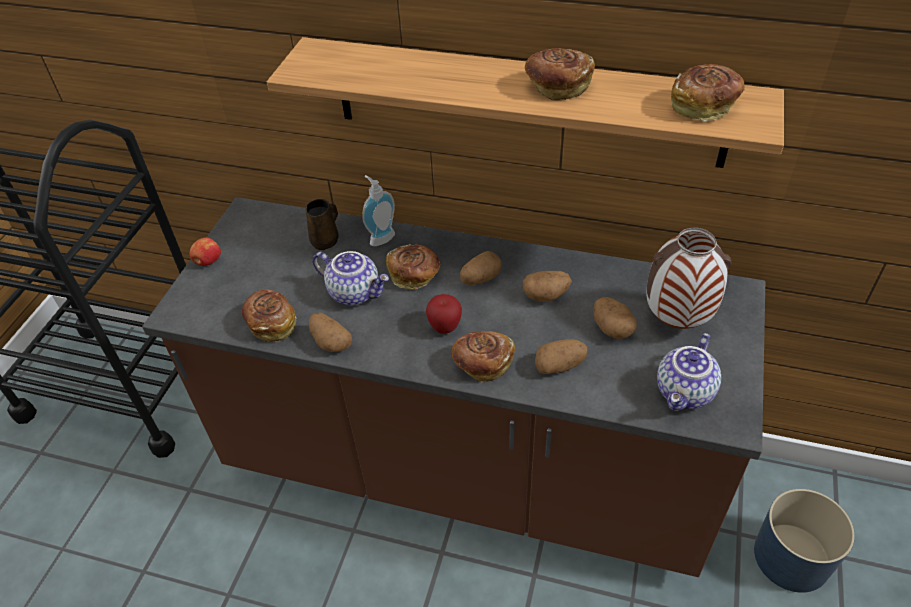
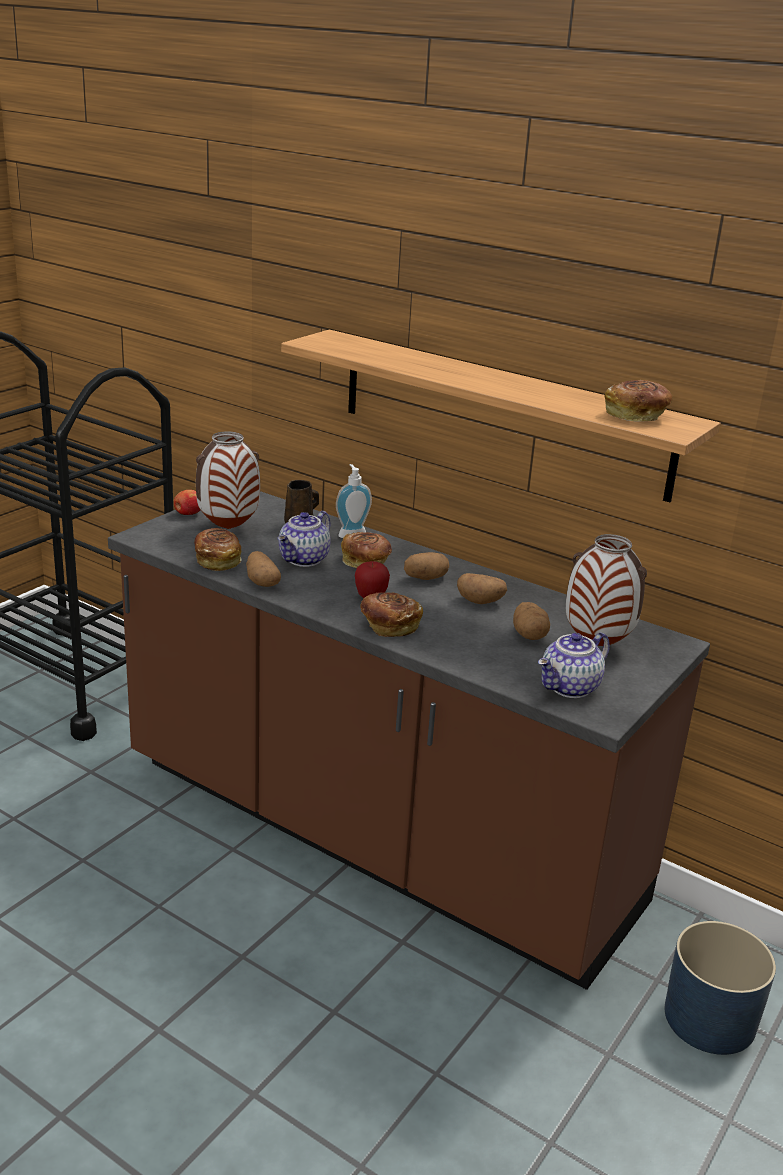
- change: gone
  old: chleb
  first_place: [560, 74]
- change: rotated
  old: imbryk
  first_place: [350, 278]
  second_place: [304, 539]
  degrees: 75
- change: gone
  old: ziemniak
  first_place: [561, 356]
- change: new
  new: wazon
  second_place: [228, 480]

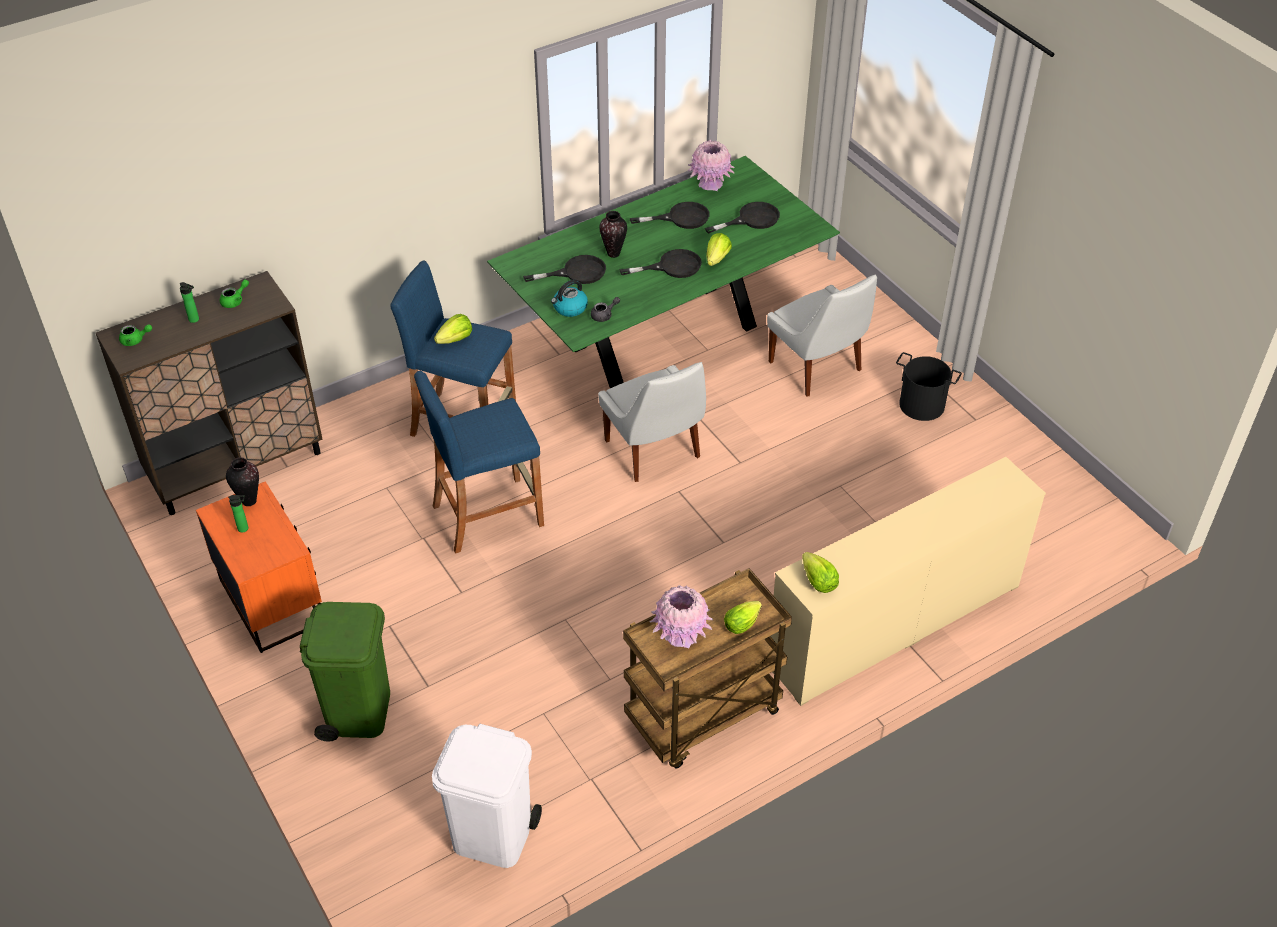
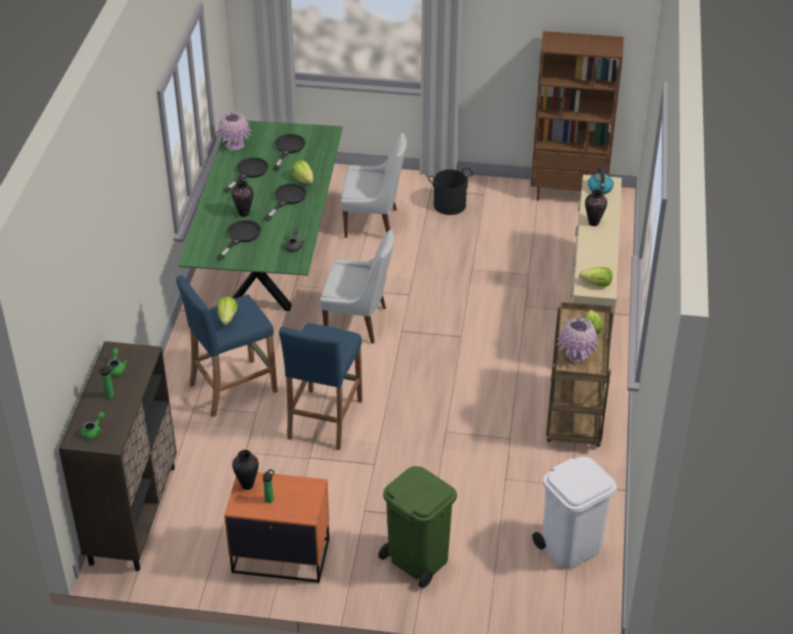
- change: shifted
  old: czajnik
  first_place: [569, 298]
  second_place: [601, 180]
- change: new
  new: regał [brązowy]
  second_place: [577, 116]
- change: new
  new: wazon
  second_place: [596, 207]

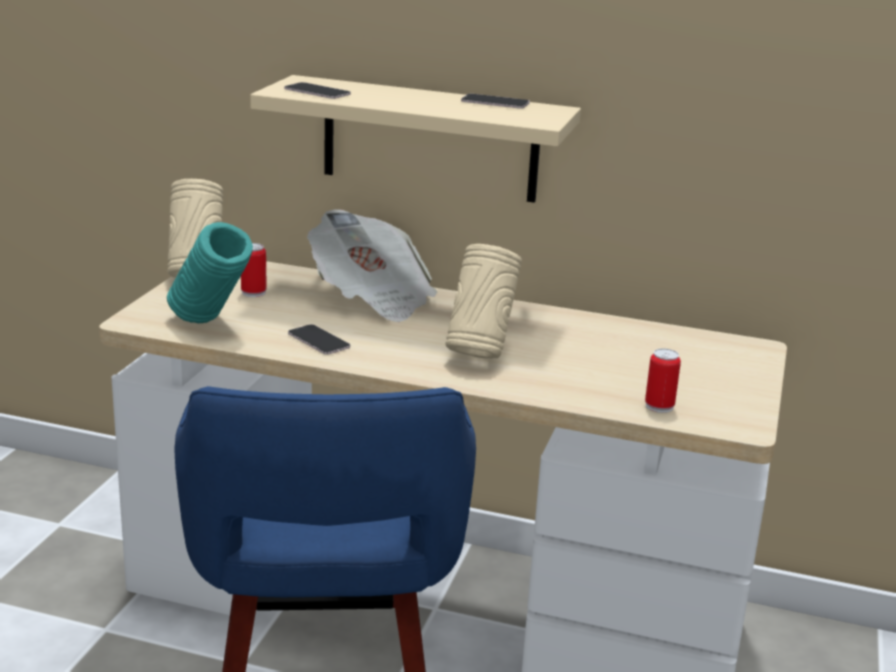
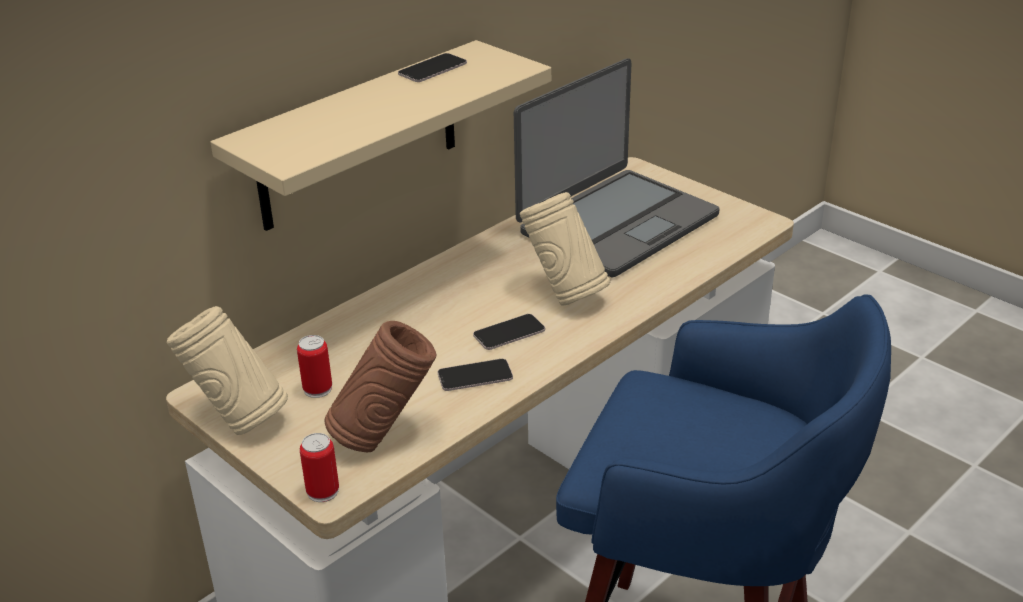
- change: shifted
  old: telefon
  first_place: [317, 90]
  second_place: [509, 332]
- change: gone
  old: gazeta
  first_place: [372, 265]
- change: repainted
  old: wazon [turkusowy]
  new: wazon [brązowy]
  first_place: [210, 272]
  second_place: [380, 386]
- change: shifted
  old: puszka
  first_place: [663, 380]
  second_place: [319, 467]
- change: new
  new: laptop
  second_place: [617, 168]

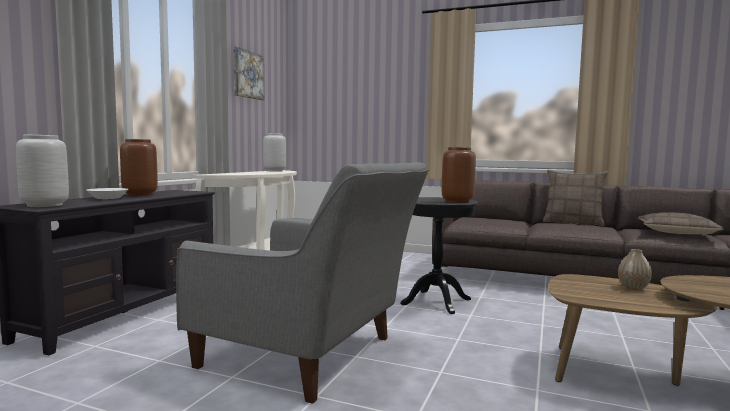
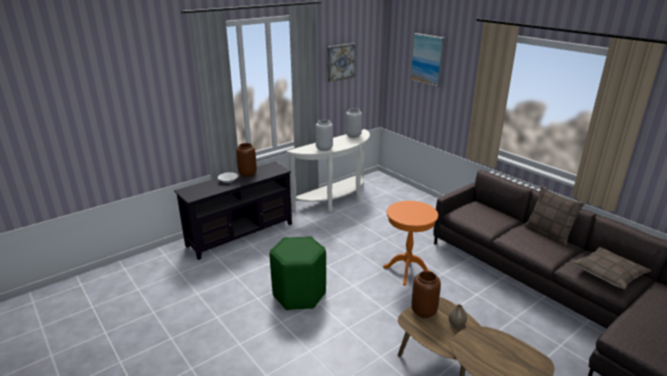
- change: shifted
  old: wazon [szary]
  first_place: [42, 171]
  second_place: [324, 135]
- change: shifted
  old: wazon [brązowy]
  first_place: [459, 175]
  second_place: [426, 294]
- change: swapped
  old: fotel [szary]
  new: stołek [zielony]
  first_place: [302, 283]
  second_place: [298, 273]
- change: repainted
  old: stolik [czarny]
  new: stolik [pomarańczowy]
  first_place: [439, 255]
  second_place: [410, 243]
- change: new
  new: obraz
  second_place: [427, 60]

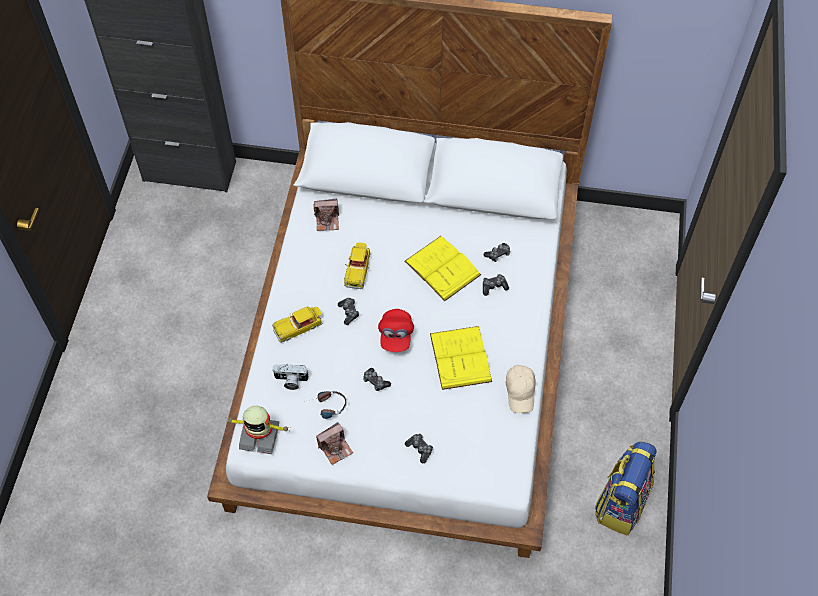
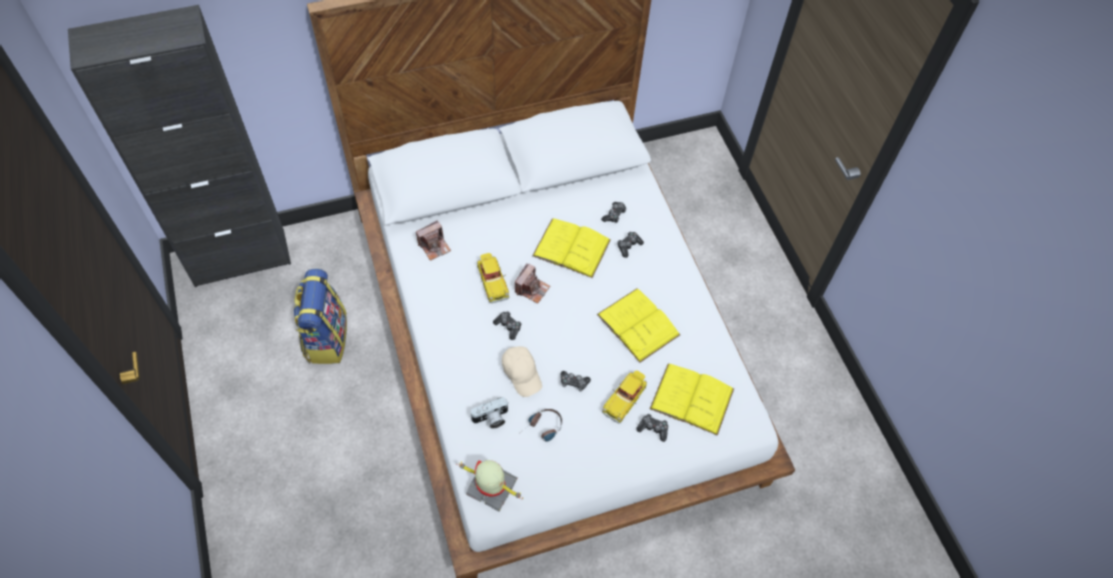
- change: shifted
  old: samochodzik
  first_place: [297, 325]
  second_place: [624, 397]
- change: gone
  old: czapka z daszkiem [czerwony]
  first_place: [396, 330]
- change: shifted
  old: czapka z daszkiem [beżowy]
  first_place: [521, 389]
  second_place: [522, 371]
- change: rotated
  old: robot zabawkowy
  first_place: [257, 430]
  second_place: [489, 485]
  degrees: -135
- change: shifted
  old: aparat fotograficzny
  first_place: [334, 443]
  second_place: [532, 283]
- change: shifted
  old: plecak
  first_place: [626, 488]
  second_place: [320, 316]
- change: new
  new: książka [żółty]
  second_place: [692, 400]

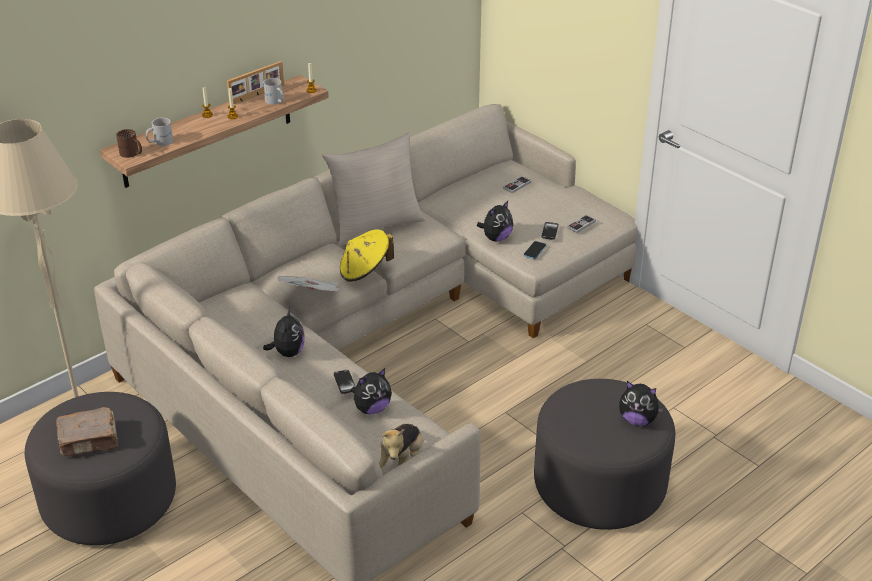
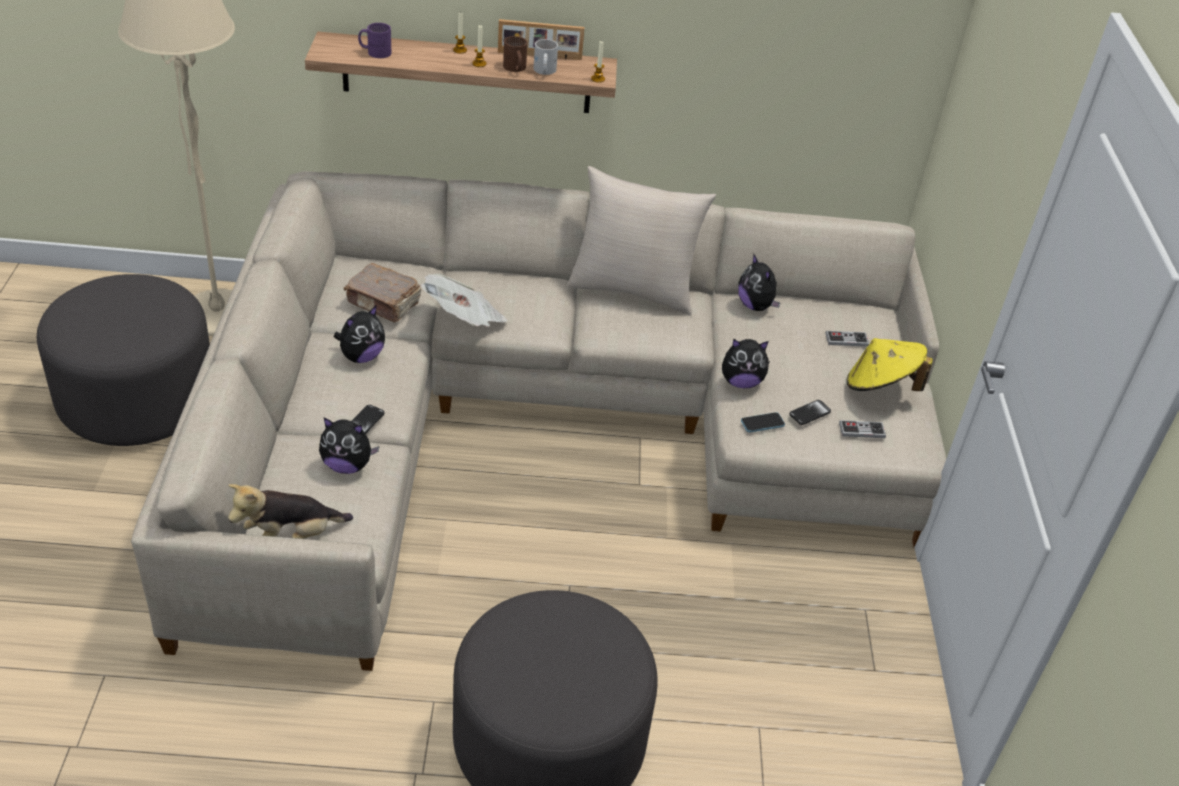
- change: repainted
  old: kubek [biały]
  new: kubek [fioletowy]
  first_place: [159, 132]
  second_place: [374, 40]
- change: shifted
  old: kubek [brązowy]
  first_place: [129, 143]
  second_place: [515, 54]
- change: shifted
  old: kapelusz [żółty]
  first_place: [367, 255]
  second_place: [890, 365]
- change: shifted
  old: pluszak
  first_place: [641, 403]
  second_place: [759, 282]
- change: shifted
  old: książka [brązowy]
  first_place: [87, 431]
  second_place: [382, 292]

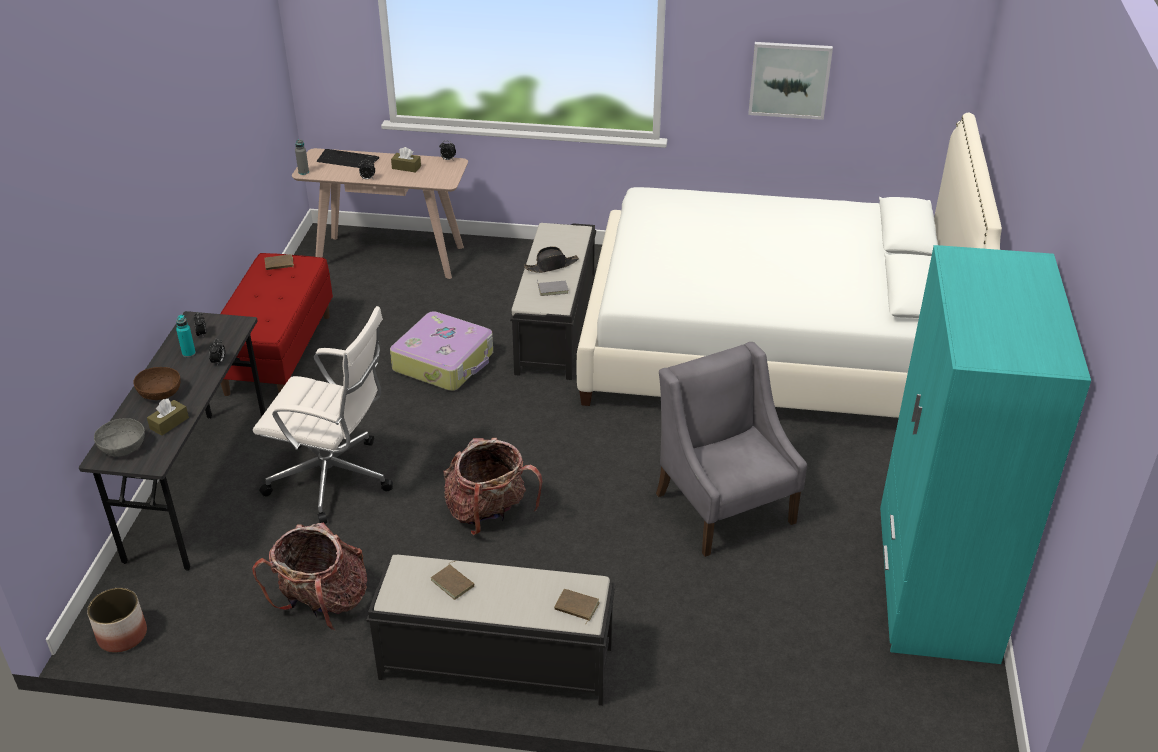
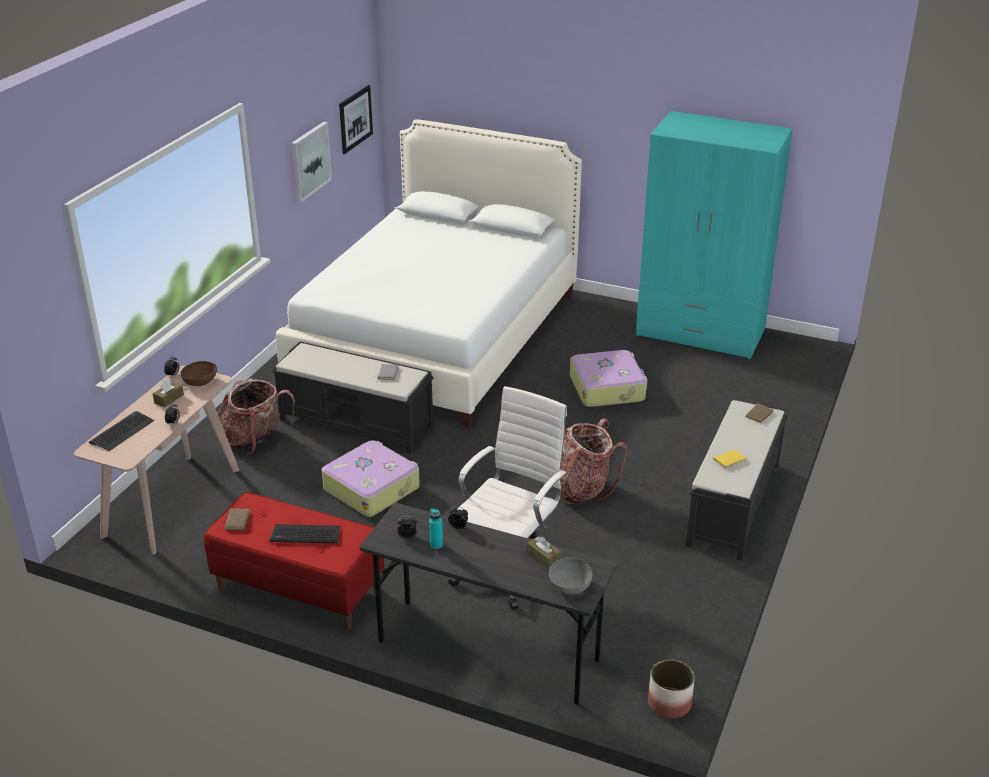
- change: gone
  old: butelka [szary]
  first_place: [302, 157]
- change: gone
  old: kapelusz [czarny]
  first_place: [551, 260]
- change: swapped
  old: fotel [szary]
  new: walizka
  first_place: [731, 449]
  second_place: [608, 378]
- change: shifted
  old: miska [brązowy]
  first_place: [157, 383]
  second_place: [198, 373]
- change: shifted
  old: plecak
  first_place: [309, 576]
  second_place: [256, 416]
- change: repainted
  old: książka [brązowy]
  new: książka [żółty]
  first_place: [452, 580]
  second_place: [727, 459]
- change: new
  new: obraz
  second_place: [356, 119]
- change: new
  new: klawiatura
  second_place: [304, 533]

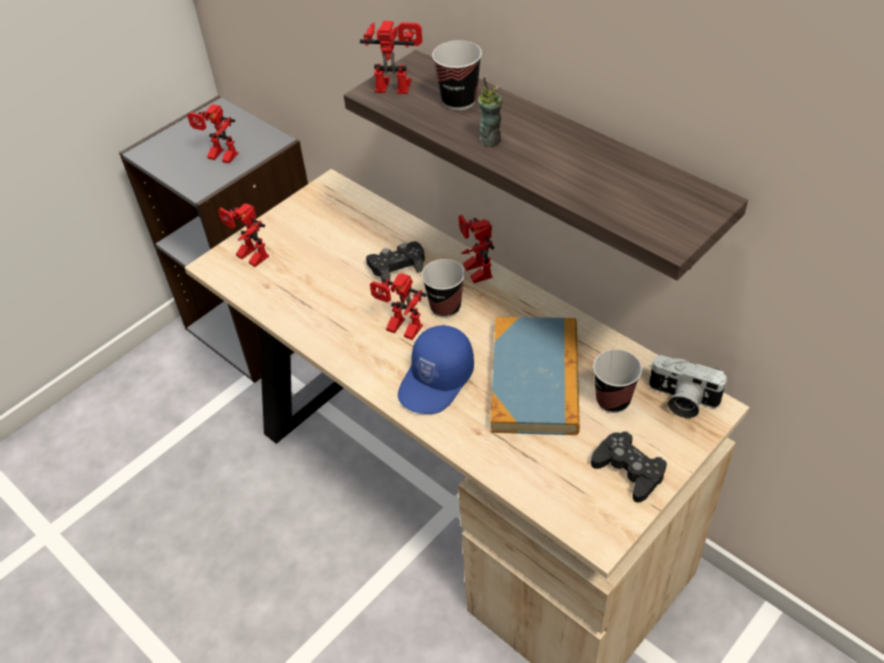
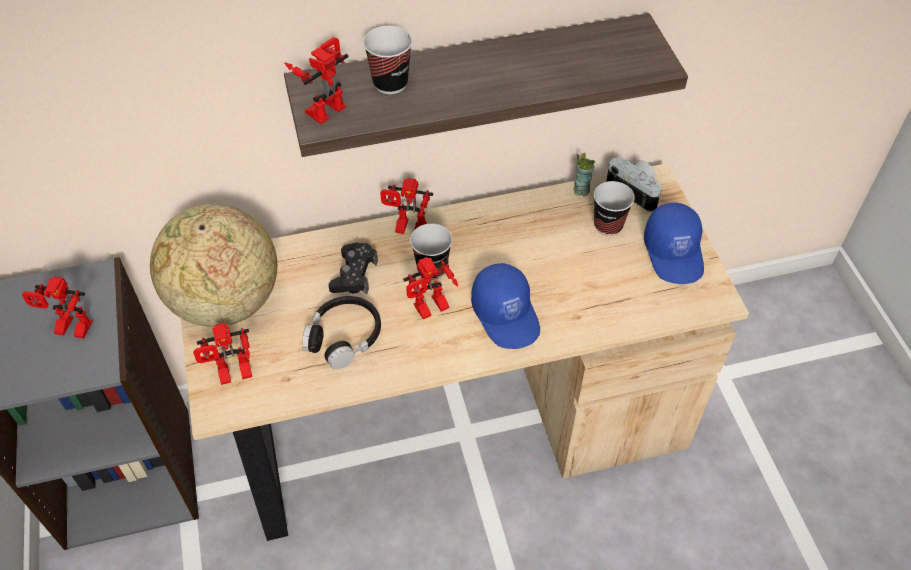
- change: shifted
  old: filiżanka
  first_place: [490, 112]
  second_place: [584, 174]
- change: rotated
  old: robot zabawkowy
  first_place: [212, 134]
  second_place: [57, 308]
  degrees: 45
- change: gone
  old: książka
  first_place: [535, 376]
- change: rotated
  old: aparat fotograficzny
  first_place: [688, 386]
  second_place: [634, 184]
  degrees: -105
- change: swapped
  old: pad do gier [czarny]
  new: czapka z daszkiem [niebieski]
  first_place: [629, 467]
  second_place: [674, 243]
- change: new
  new: globus
  second_place: [213, 265]
- change: new
  new: słuchawki [czarny]
  second_place: [341, 332]

